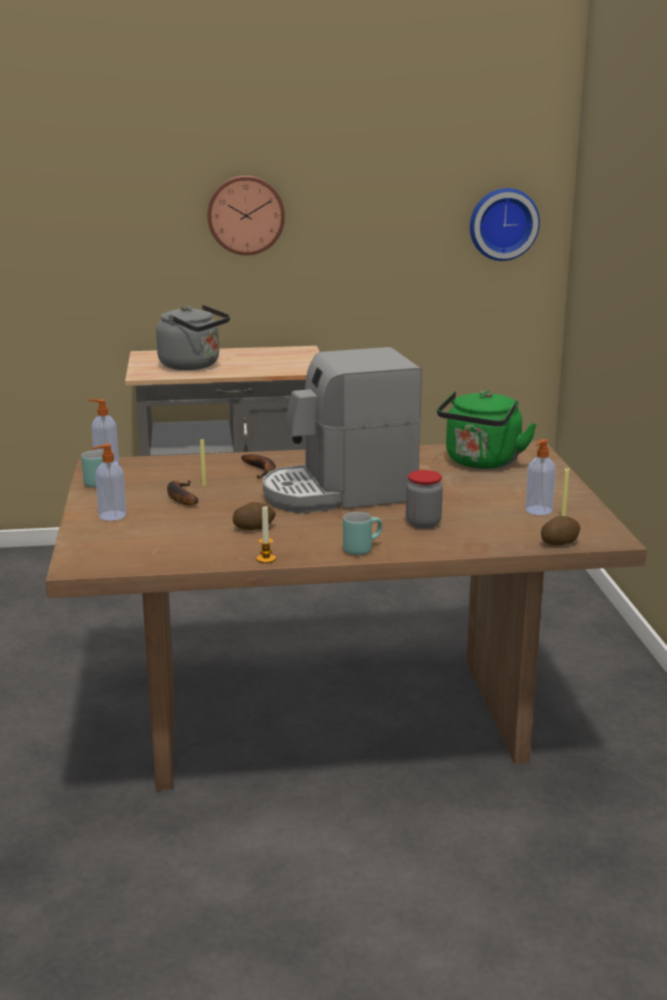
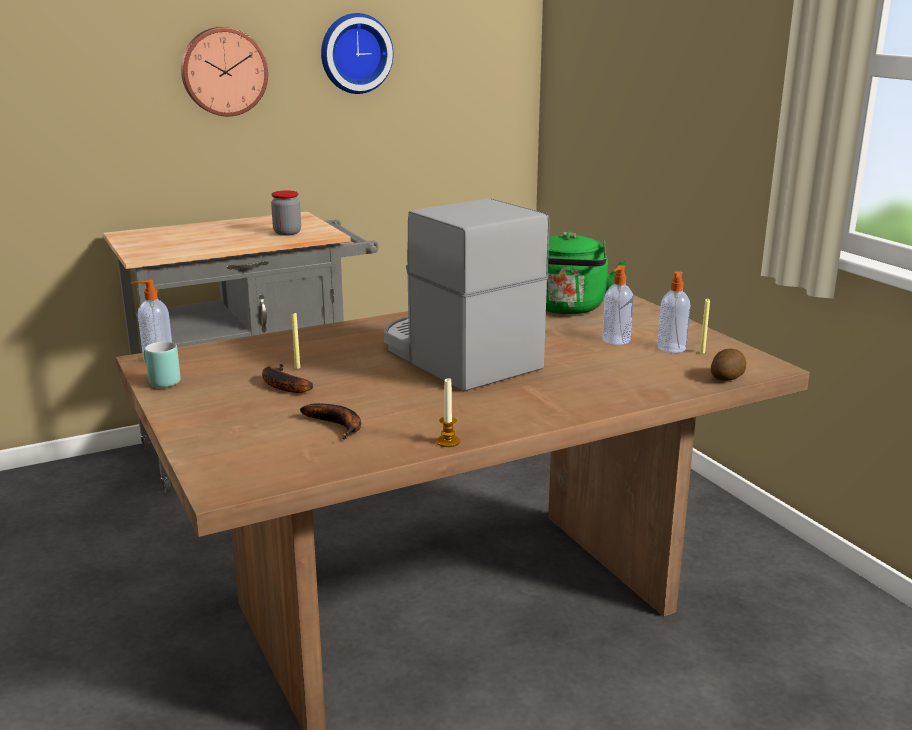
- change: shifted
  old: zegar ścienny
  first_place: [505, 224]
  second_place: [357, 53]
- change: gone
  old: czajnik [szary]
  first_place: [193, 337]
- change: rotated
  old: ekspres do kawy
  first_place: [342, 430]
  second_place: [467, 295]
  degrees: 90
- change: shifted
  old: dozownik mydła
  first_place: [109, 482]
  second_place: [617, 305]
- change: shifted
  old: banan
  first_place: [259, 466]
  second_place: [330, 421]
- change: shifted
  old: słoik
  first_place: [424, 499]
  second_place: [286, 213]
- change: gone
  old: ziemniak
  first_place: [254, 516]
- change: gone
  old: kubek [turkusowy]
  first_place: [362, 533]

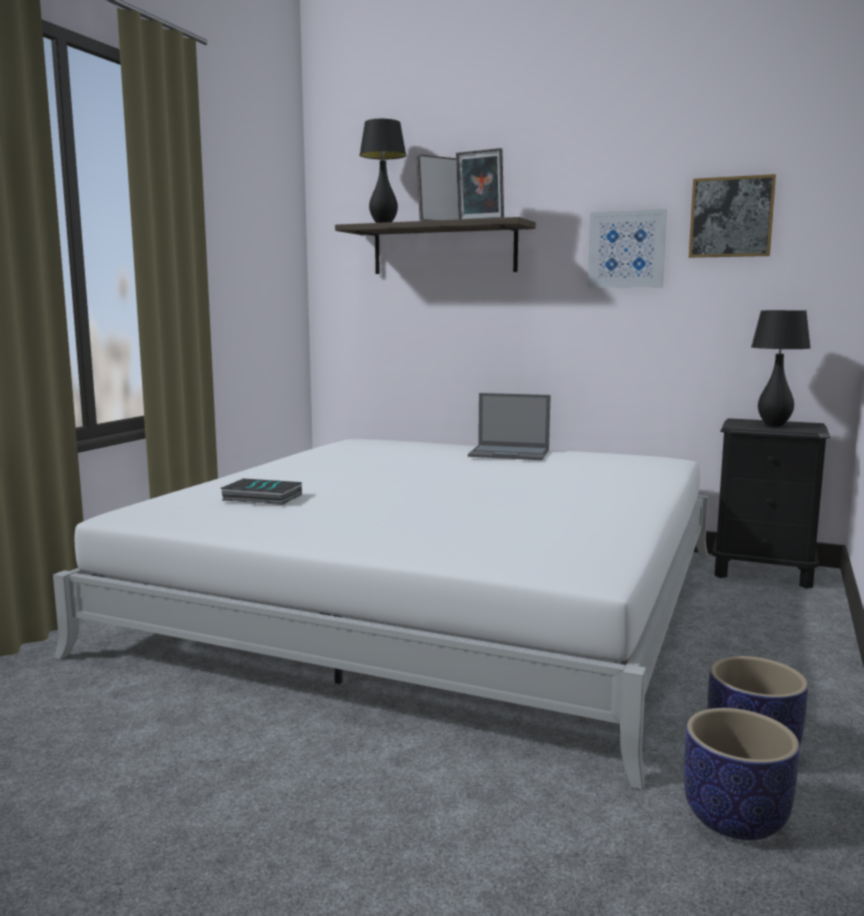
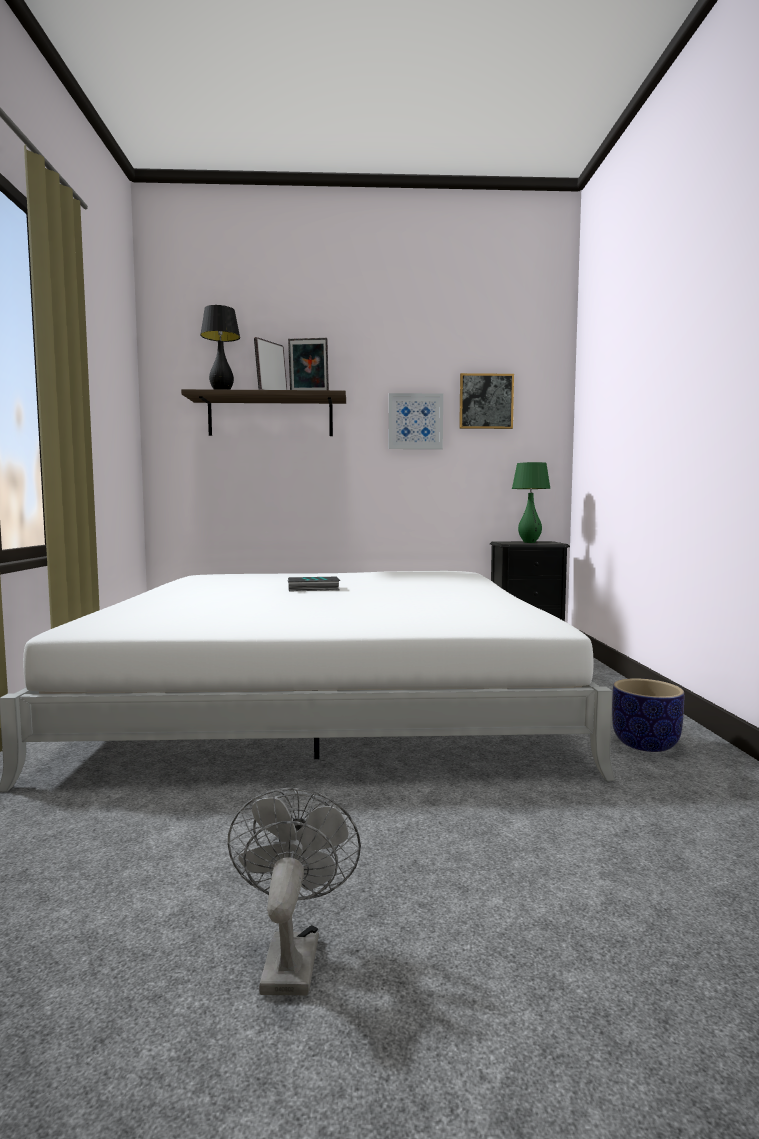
- change: repainted
  old: lampa stołowa [czarny]
  new: lampa stołowa [zielony]
  first_place: [781, 368]
  second_place: [531, 502]
- change: gone
  old: laptop
  first_place: [509, 426]
- change: shifted
  old: książka
  first_place: [261, 491]
  second_place: [313, 584]
- change: gone
  old: donica
  first_place: [741, 774]
- change: new
  new: wentylator [szary]
  second_place: [294, 891]

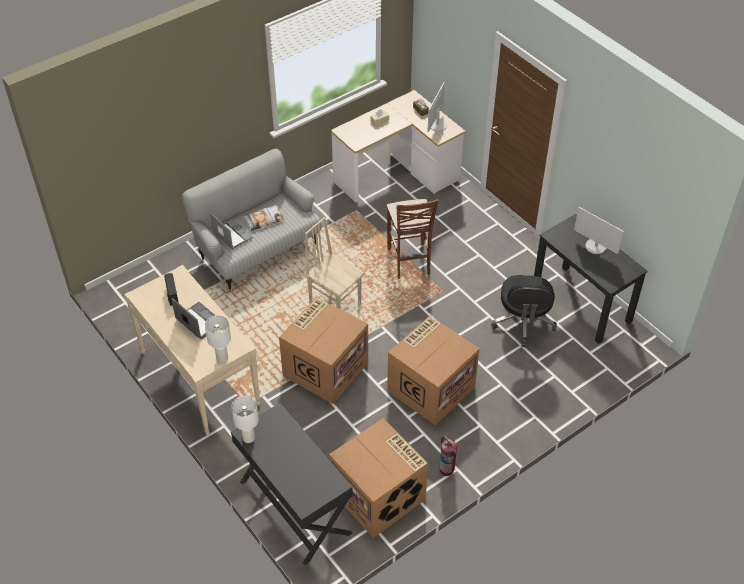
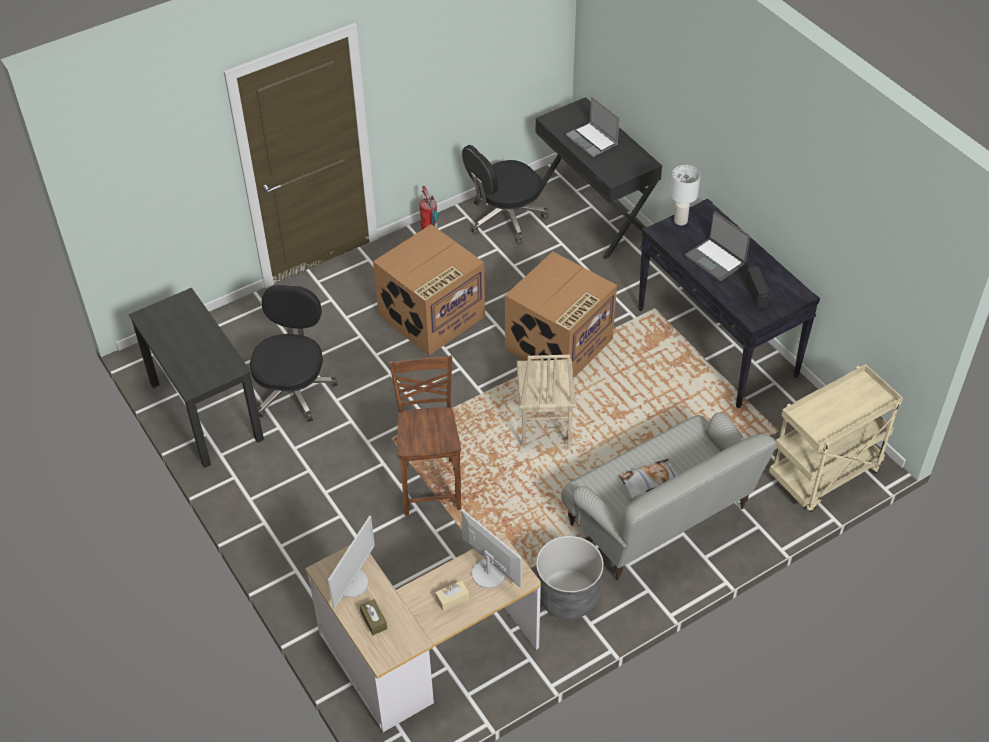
- change: shifted
  old: monitor
  first_place: [599, 230]
  second_place: [491, 548]
- change: shifted
  old: laptop
  first_place: [231, 231]
  second_place: [593, 126]
- change: rotated
  old: krzesło [beżowy]
  first_place: [335, 263]
  second_place: [546, 401]
  degrees: 45
- change: repainted
  old: stolik konsolowy [beżowy]
  new: stolik konsolowy [czarny]
  first_place: [192, 350]
  second_place: [729, 303]
- change: gone
  old: lampa stołowa [biały]
  first_place: [245, 419]
- change: swapped
  old: karton
  new: krzesło biurowe [czarny]
  first_place: [378, 478]
  second_place: [505, 194]
- change: new
  new: wózek [beżowy]
  second_place: [836, 438]
- change: new
  new: donica [szary]
  second_place: [570, 577]

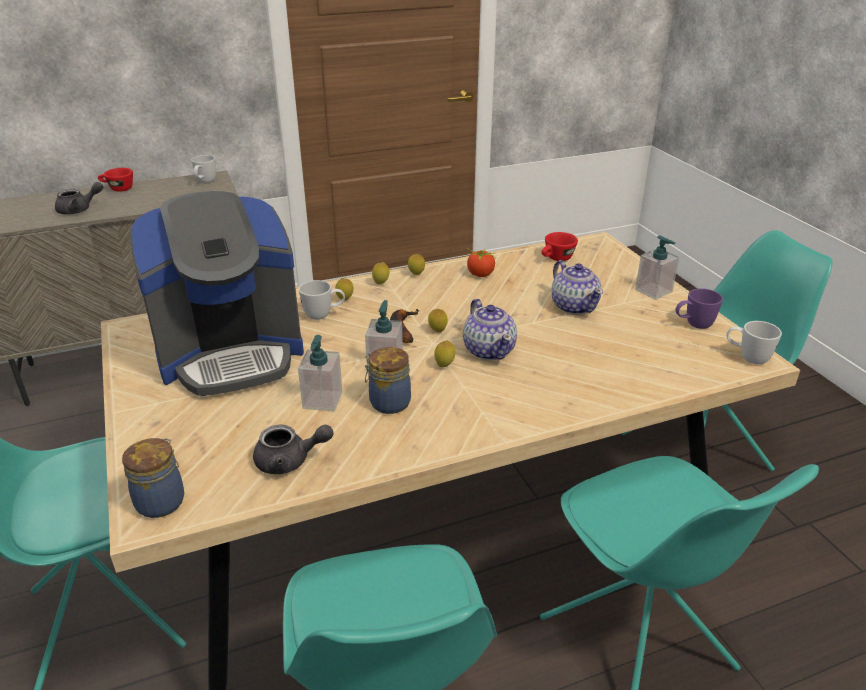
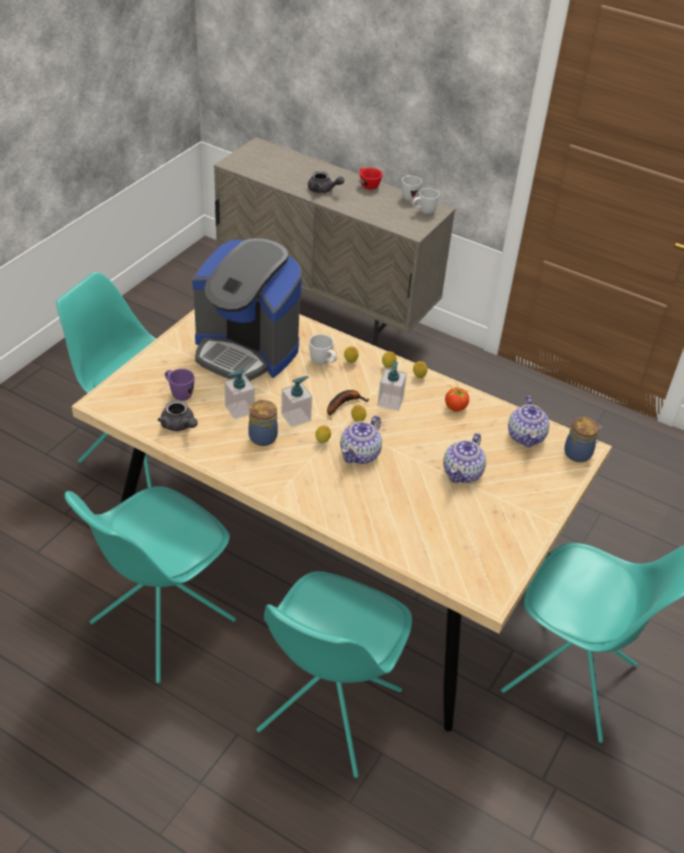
- change: swapped
  old: filiżanka [czerwony]
  new: imbryk
  first_place: [560, 246]
  second_place: [529, 422]
- change: shifted
  old: dozownik mydła
  first_place: [657, 268]
  second_place: [392, 386]
- change: shifted
  old: kubek [fioletowy]
  first_place: [699, 308]
  second_place: [179, 385]
- change: shifted
  old: kubek [biały]
  first_place: [754, 342]
  second_place: [412, 188]
- change: shifted
  old: słoik
  first_place: [153, 478]
  second_place: [583, 439]

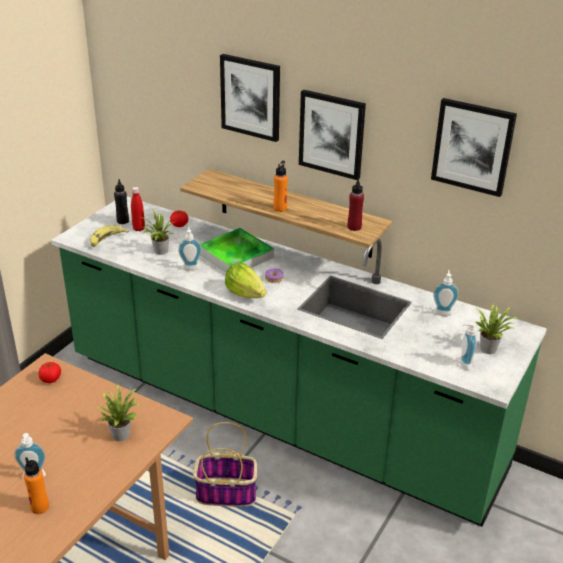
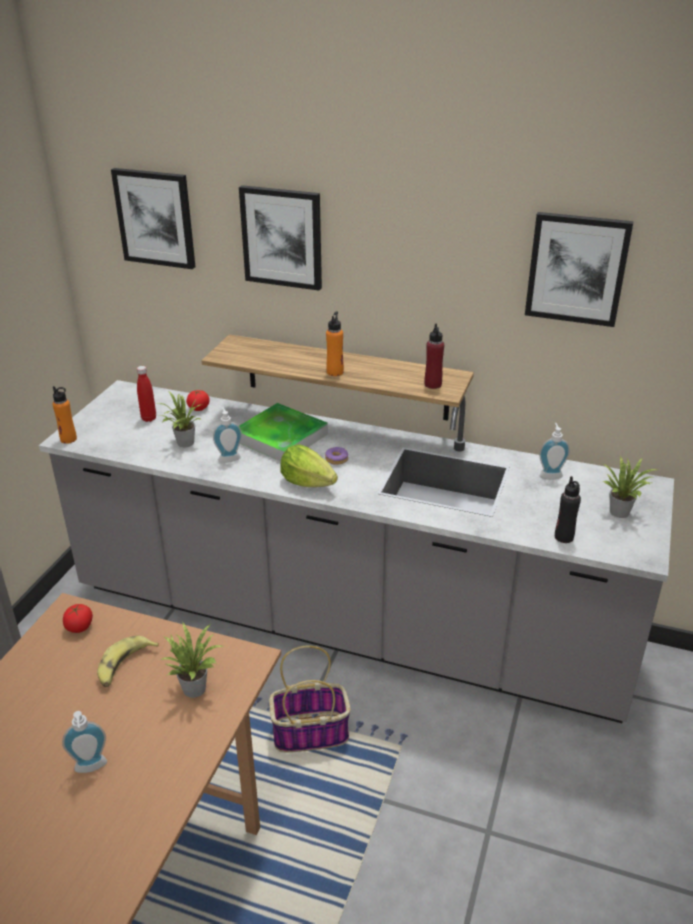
- change: shifted
  old: obraz
  first_place: [332, 135]
  second_place: [153, 218]
- change: shifted
  old: butelka [czarny]
  first_place: [121, 201]
  second_place: [568, 509]
- change: repainted
  old: zabudowa kuchenna [zielony]
  new: zabudowa kuchenna [szary]
  first_place: [299, 362]
  second_place: [356, 551]
- change: shifted
  old: banan
  first_place: [109, 236]
  second_place: [128, 661]
- change: gone
  old: dozownik mydła
  first_place: [468, 347]
- change: shifted
  old: butelka [pomarańczowy]
  first_place: [36, 485]
  second_place: [65, 415]

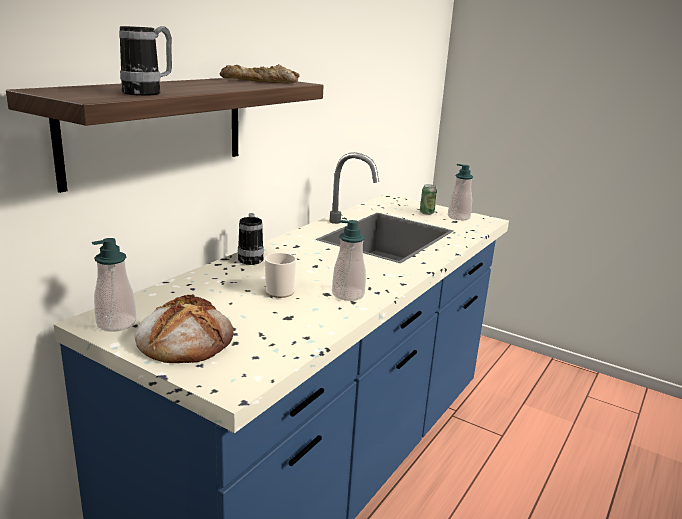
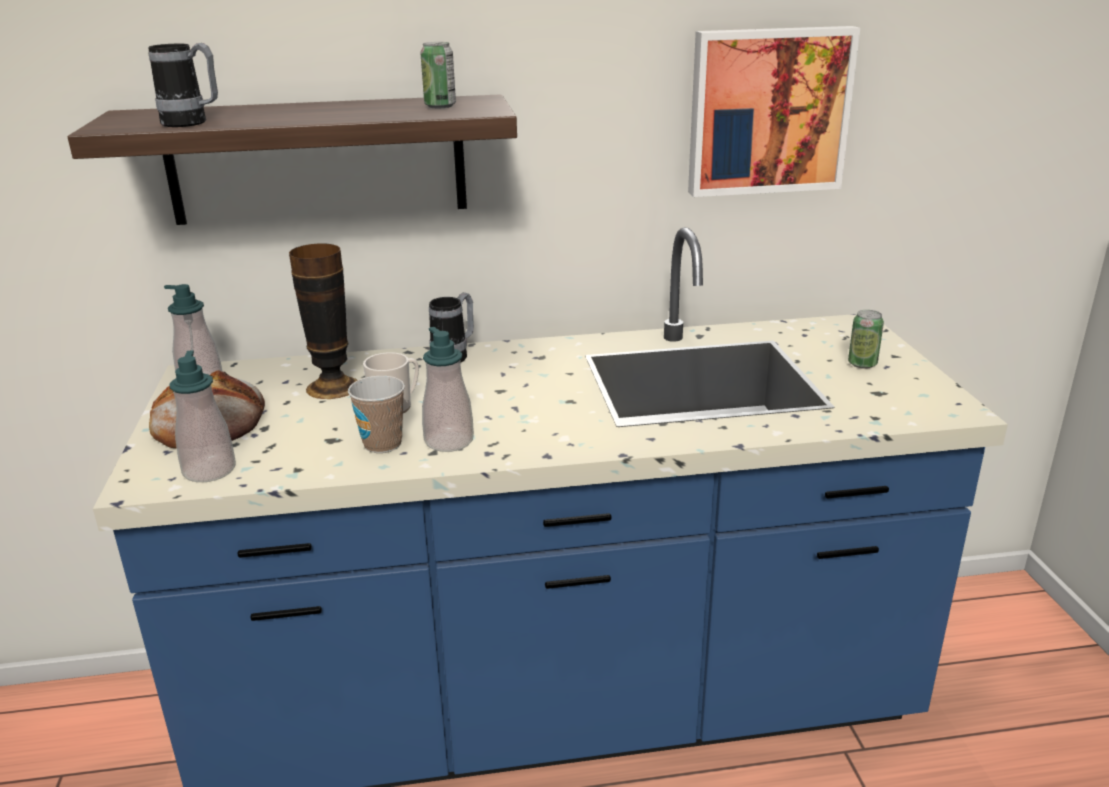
- change: swapped
  old: chleb
  new: puszka
  first_place: [260, 74]
  second_place: [438, 75]
- change: shifted
  old: dozownik mydła
  first_place: [460, 192]
  second_place: [203, 416]
- change: new
  new: obraz
  second_place: [774, 111]
- change: new
  new: wazon
  second_place: [323, 321]
- change: new
  new: filiżanka
  second_place: [376, 414]

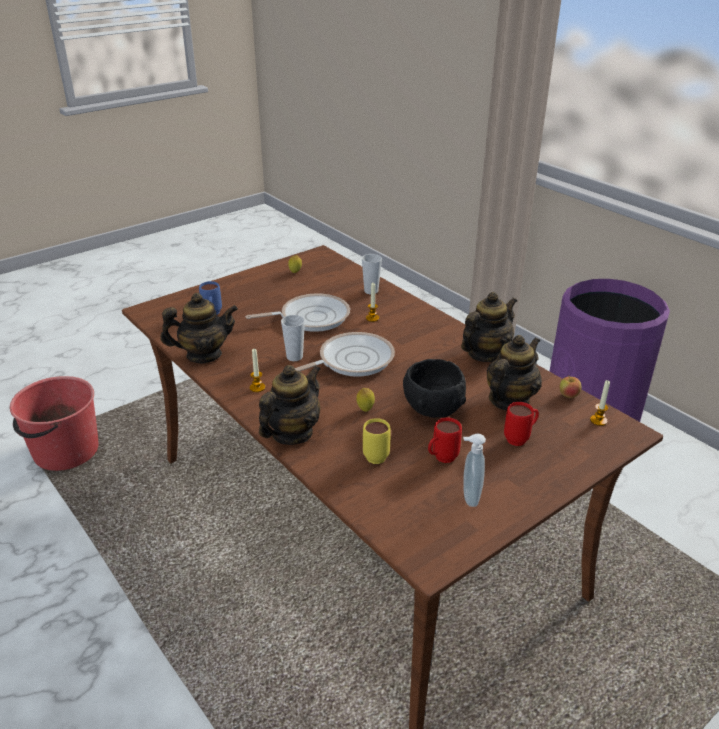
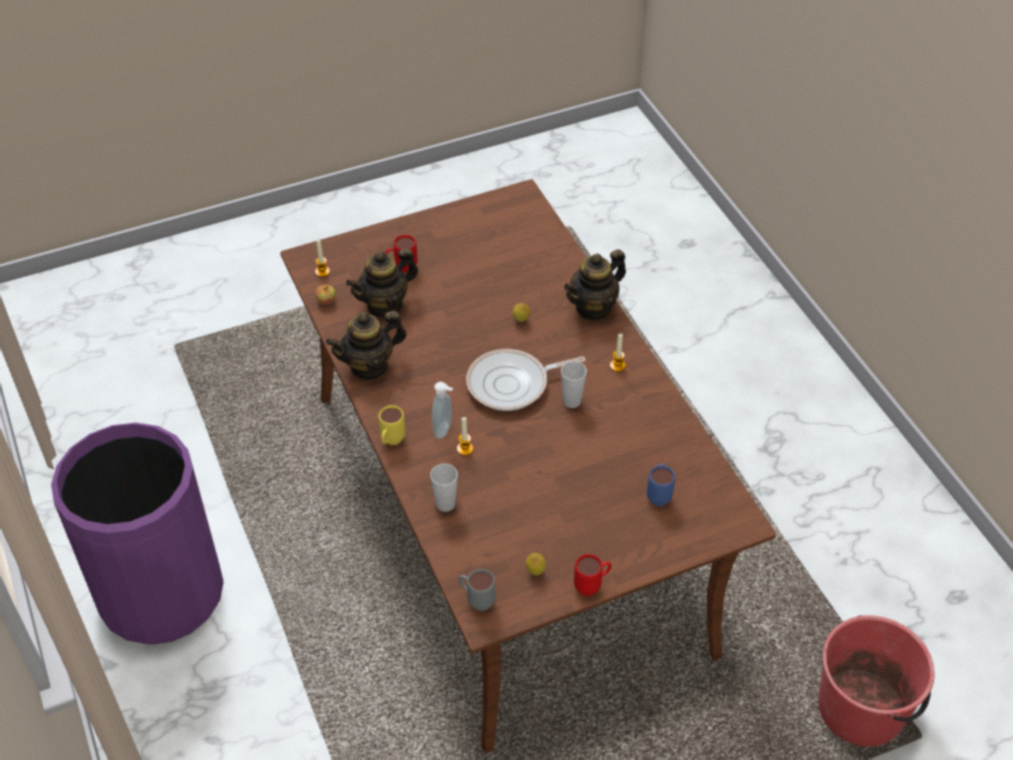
- change: gone
  old: imbryk
  first_place: [199, 328]
- change: gone
  old: patelnia
  first_place: [298, 313]
- change: gone
  old: miska [czarny]
  first_place: [434, 388]
- change: shifted
  old: kubek [czerwony]
  first_place: [445, 440]
  second_place: [592, 575]
- change: shifted
  old: kubek [żółty]
  first_place: [377, 441]
  second_place: [392, 425]
- change: shifted
  old: dozownik mydła
  first_place: [474, 470]
  second_place: [442, 410]
- change: new
  new: kubek [szary]
  second_place: [477, 590]

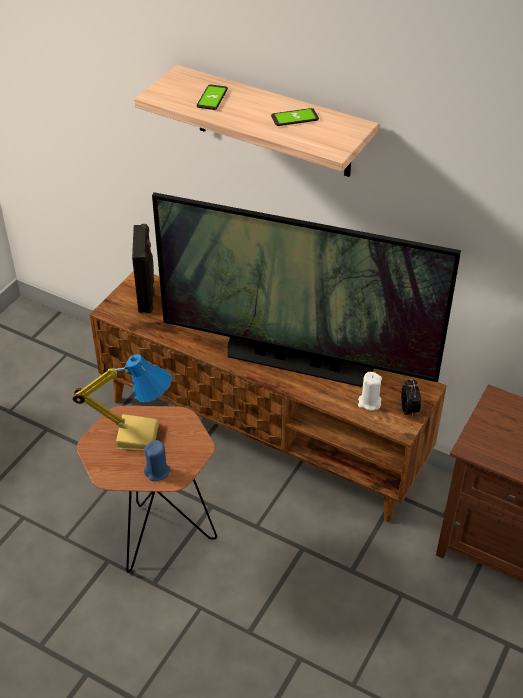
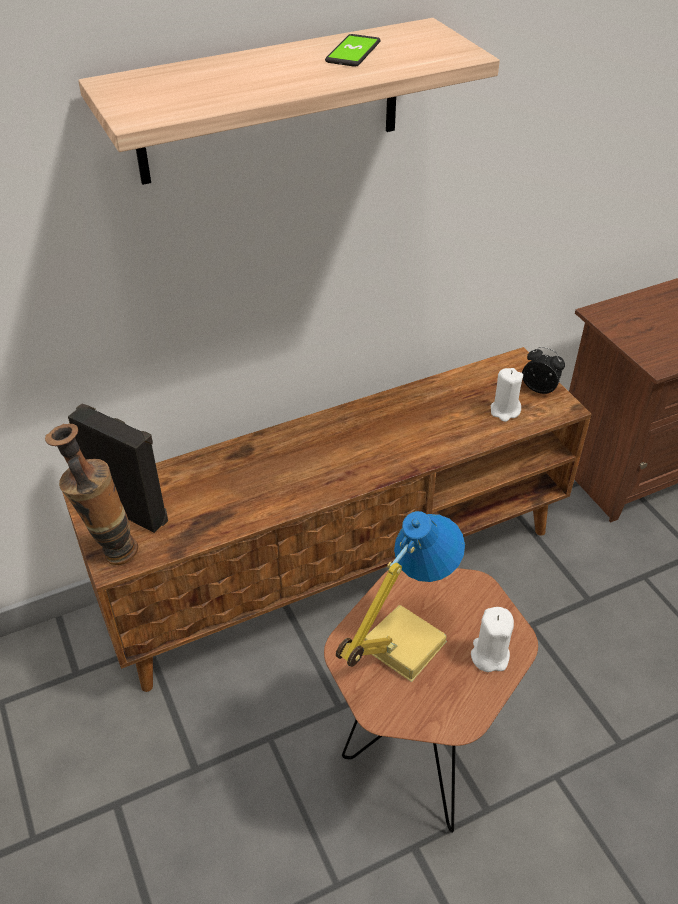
- change: gone
  old: telefon
  first_place: [212, 97]
- change: gone
  old: telewizor
  first_place: [306, 289]
- change: repainted
  old: świeca [niebieski]
  new: świeca [biały]
  first_place: [157, 460]
  second_place: [492, 639]
- change: new
  new: wazon
  second_place: [91, 494]

